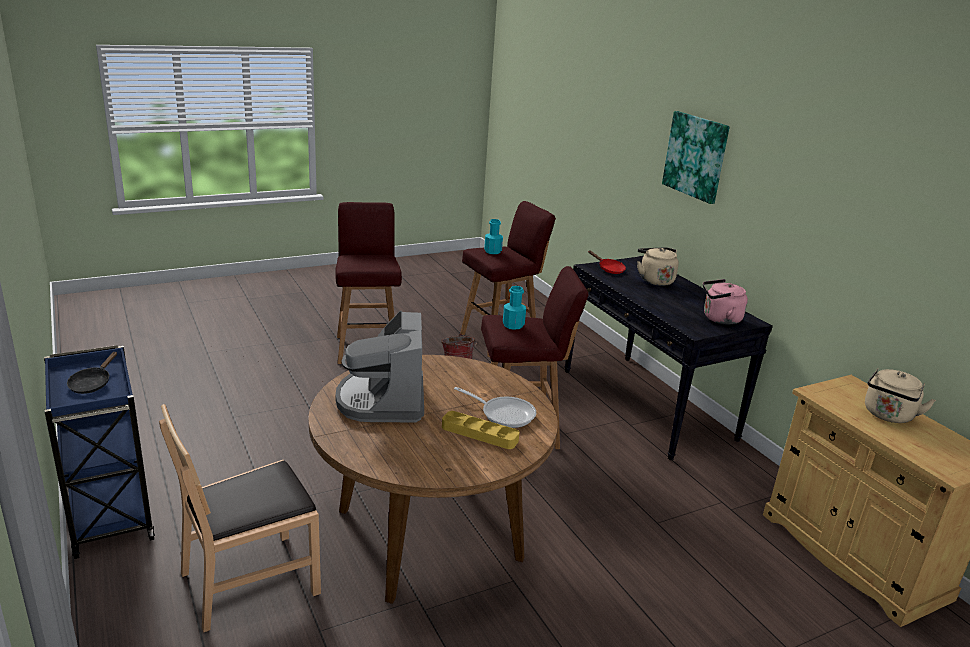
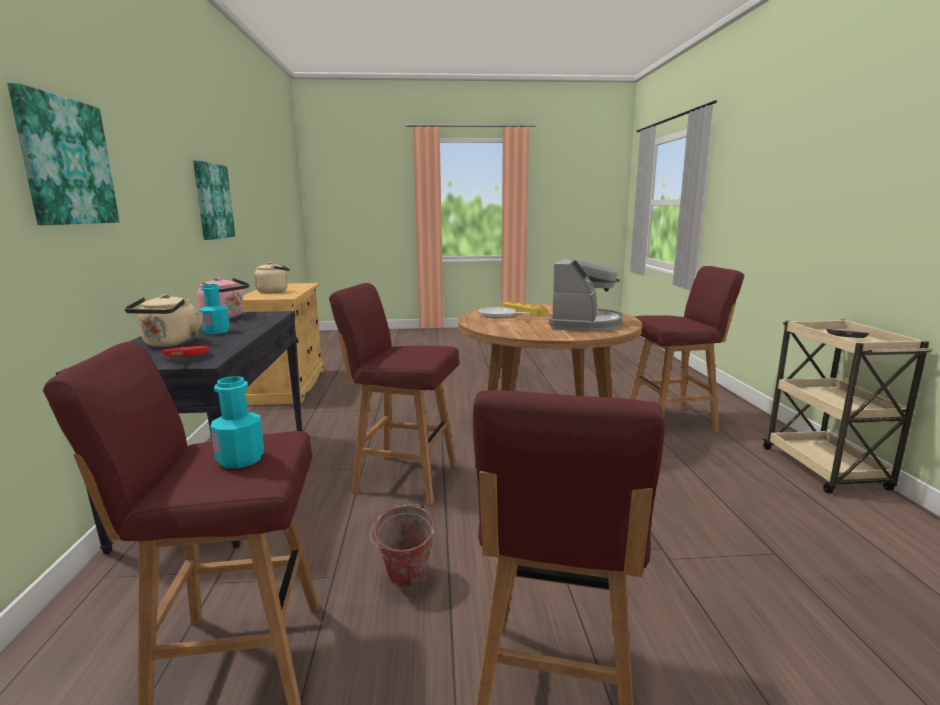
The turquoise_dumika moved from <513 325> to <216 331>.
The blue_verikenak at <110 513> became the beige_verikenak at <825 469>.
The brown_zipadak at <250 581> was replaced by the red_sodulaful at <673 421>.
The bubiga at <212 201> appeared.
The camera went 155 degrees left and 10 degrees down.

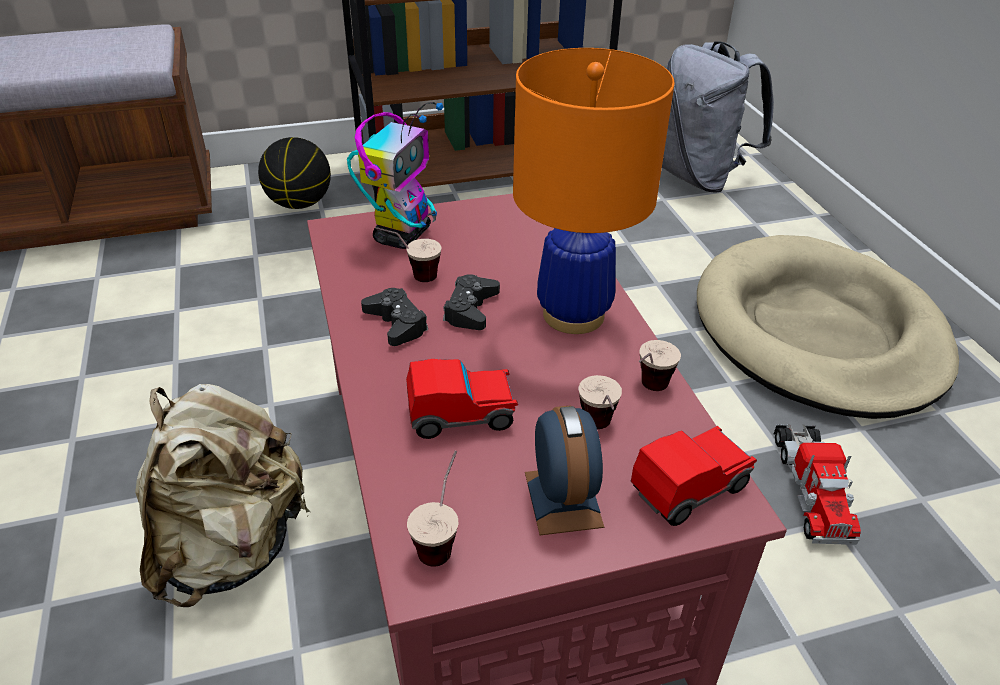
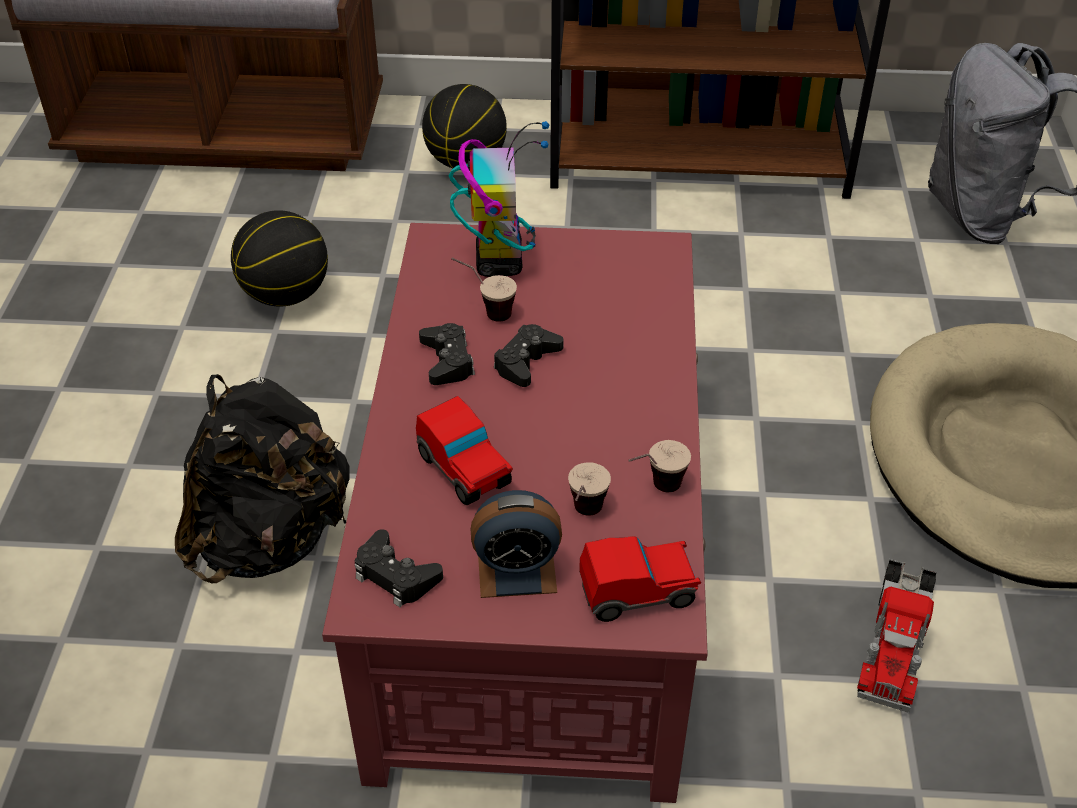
The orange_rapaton at <574 314> disappeared.
The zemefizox at <403 235> turned 45 degrees counterclockwise.
The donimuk at <461 416> turned 45 degrees clockwise.
The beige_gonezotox at <232 547> became the black_gonezotox at <270 538>.
The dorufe at <563 499> turned 75 degrees clockwise.
The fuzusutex at <442 537> was replaced by the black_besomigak at <396 575>.
The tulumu at <286 295> appeared.
The camera went 20 degrees right and 5 degrees up.

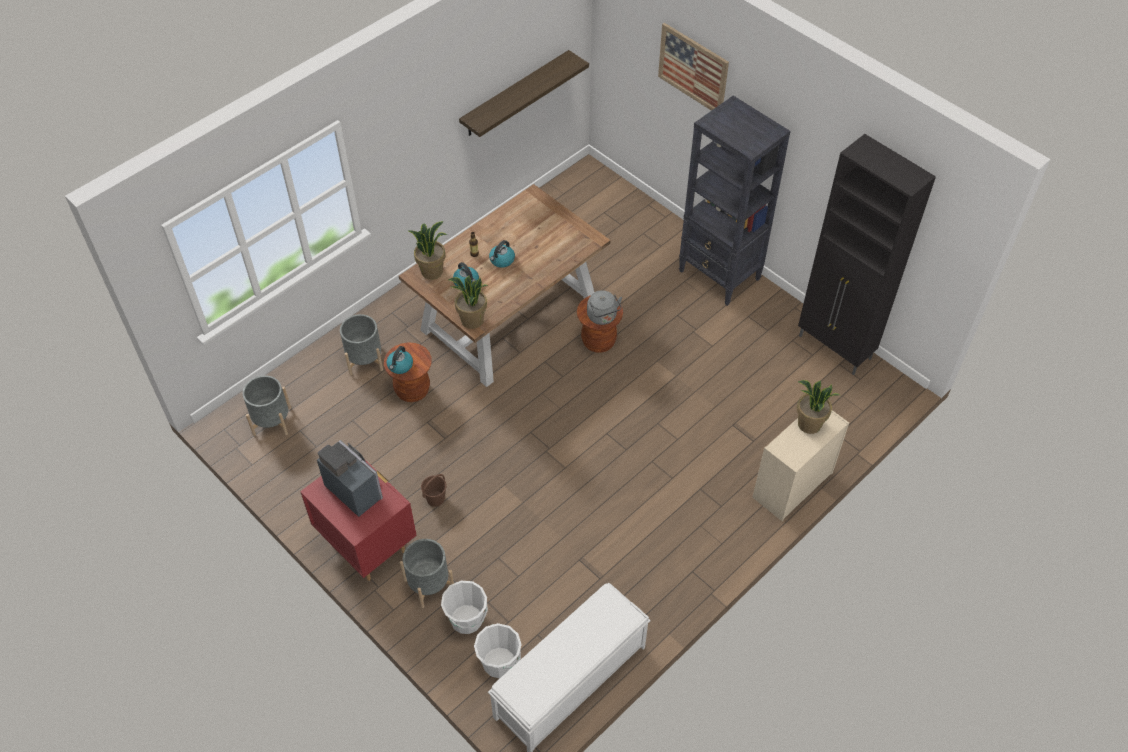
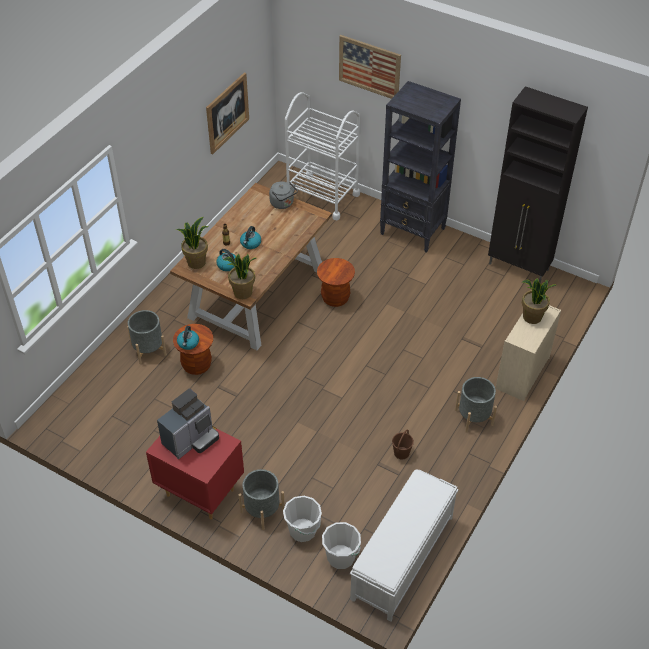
The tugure at <515 94> was replaced by the bubiga at <227 113>.
The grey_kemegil moved from <603 317> to <283 204>.
The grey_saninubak moved from <272 421> to <474 417>.
The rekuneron at <354 488> turned 105 degrees clockwise.
The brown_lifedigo moved from <436 498> to <401 453>.
The white_verikenak at <322 196> appeared.
The camera went 15 degrees left and 5 degrees down.

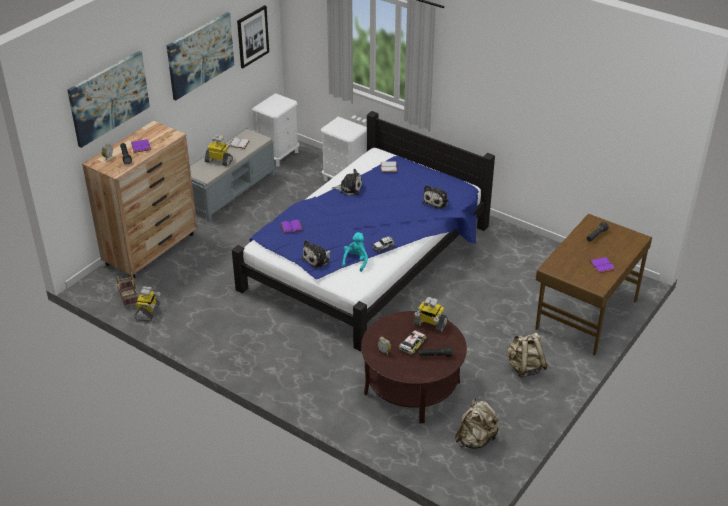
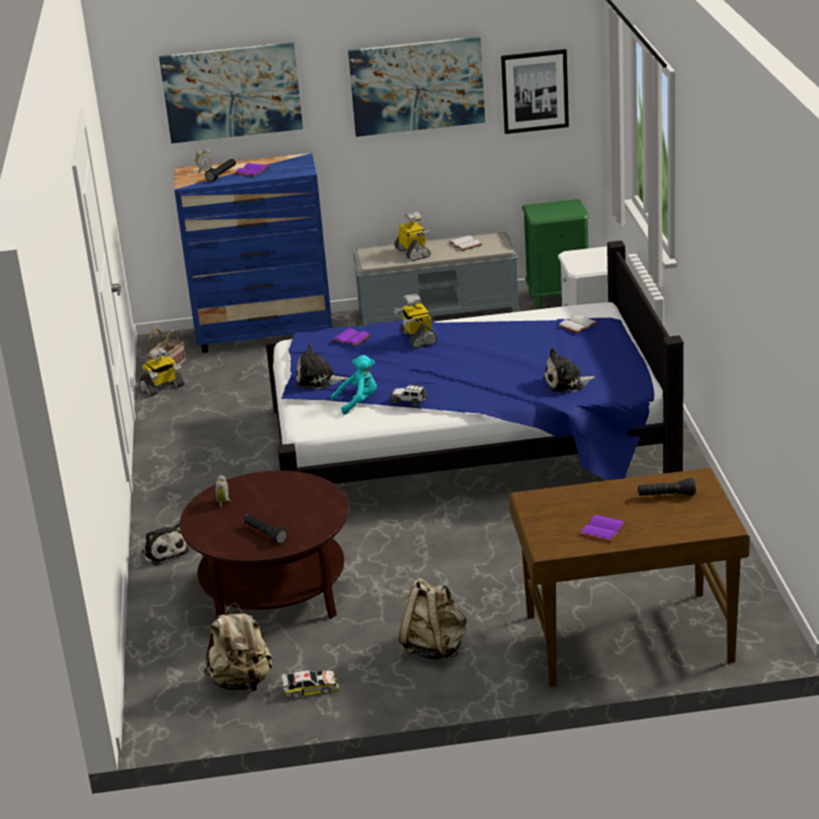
The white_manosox at <278 155> became the green_manosox at <559 297>.
The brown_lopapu at <151 249> became the blue_lopapu at <265 334>.
The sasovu moved from <349 188> to <164 552>.
The zemefizox moved from <430 324> to <417 338>.
The donimuk moved from <412 344> to <310 688>.
The camera went 50 degrees right and 10 degrees down.

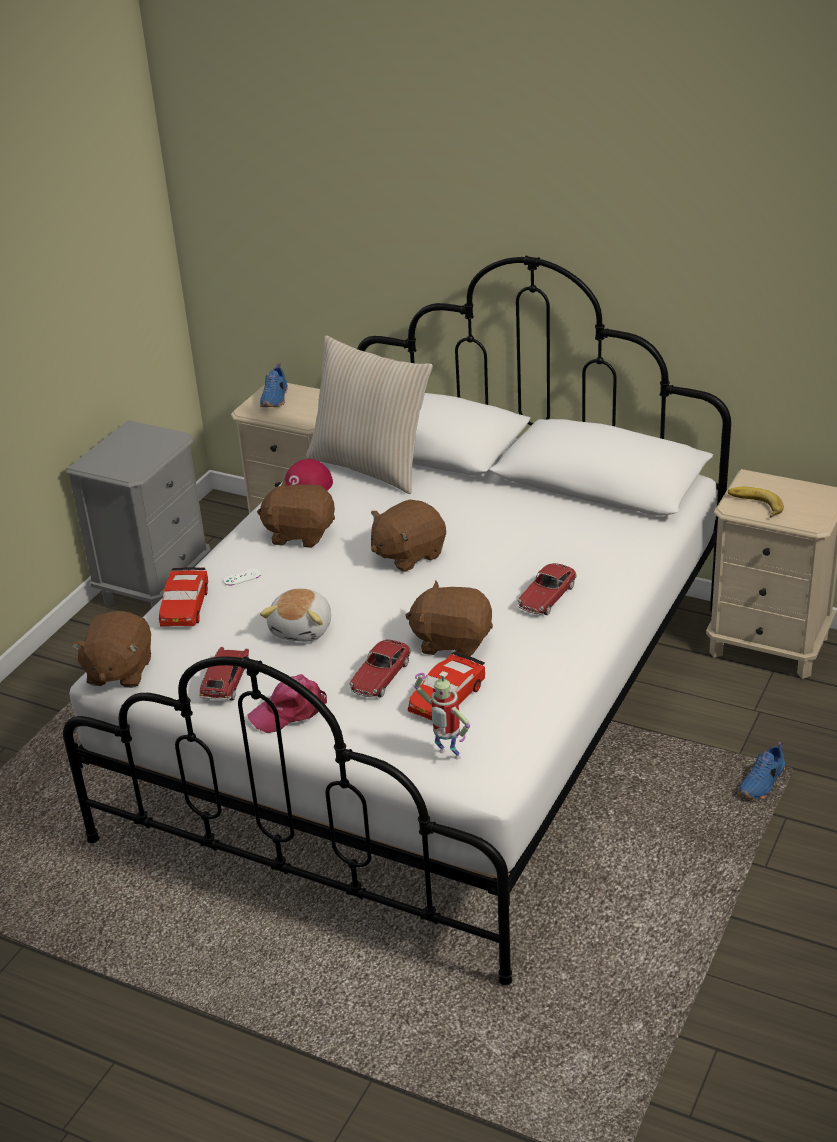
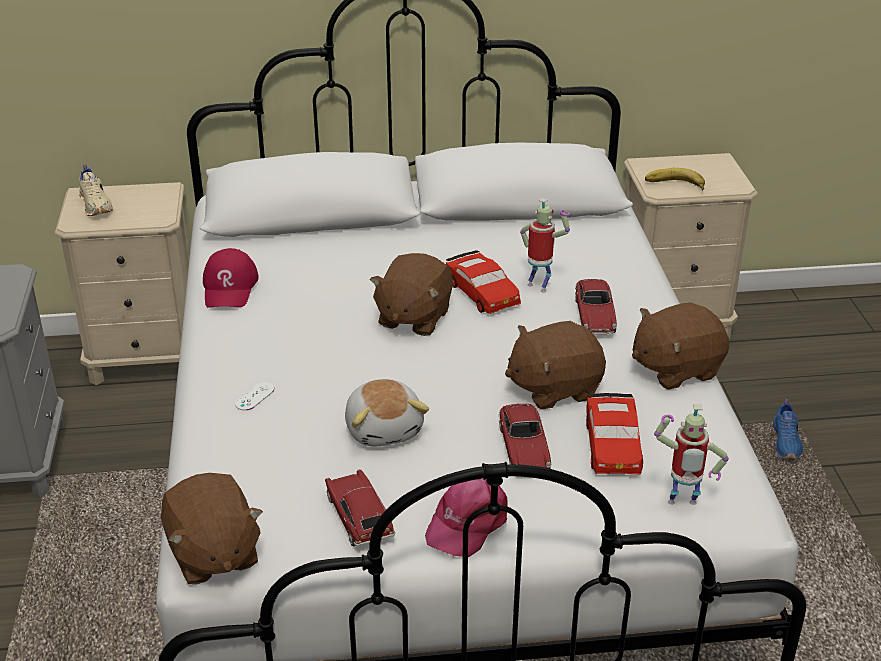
The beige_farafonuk at <371 466> disappeared.
The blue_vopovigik at <275 399> became the beige_vopovigik at <96 205>.
The brown_sasovu moved from <300 534> to <675 368>.
The red_donimuk moved from <184 606> to <482 292>.
The zemefizox at <539 286> appeared.
The camera went 35 degrees left and 0 degrees up.

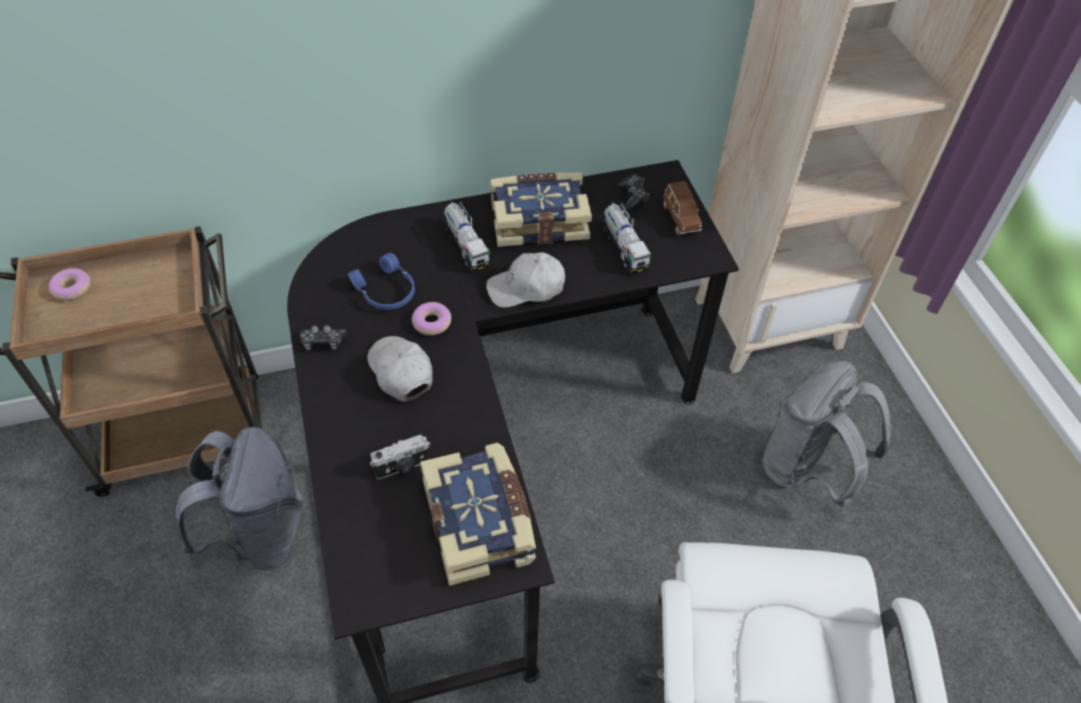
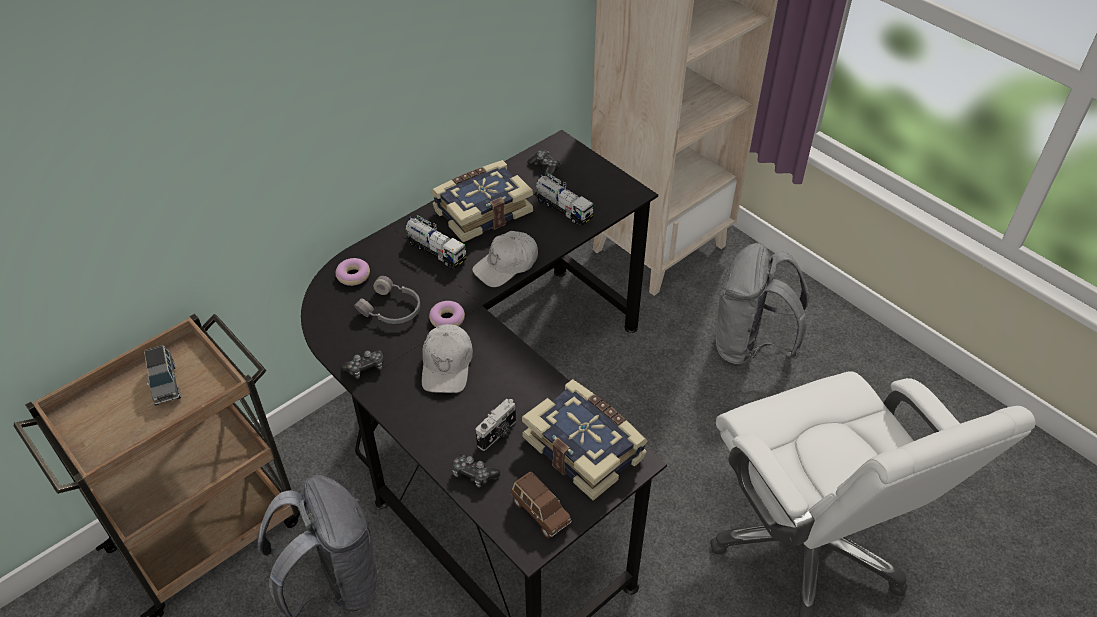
The brown_donimuk moved from <680 218> to <540 512>.
The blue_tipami at <385 291> became the grey_tipami at <391 310>.
The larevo moved from <72 288> to <353 275>.
The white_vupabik at <400 372> turned 120 degrees counterclockwise.
The grey_donimuk at <165 384> appeared.
The besomigak at <473 474> appeared.
The camera went 25 degrees left and 5 degrees down.

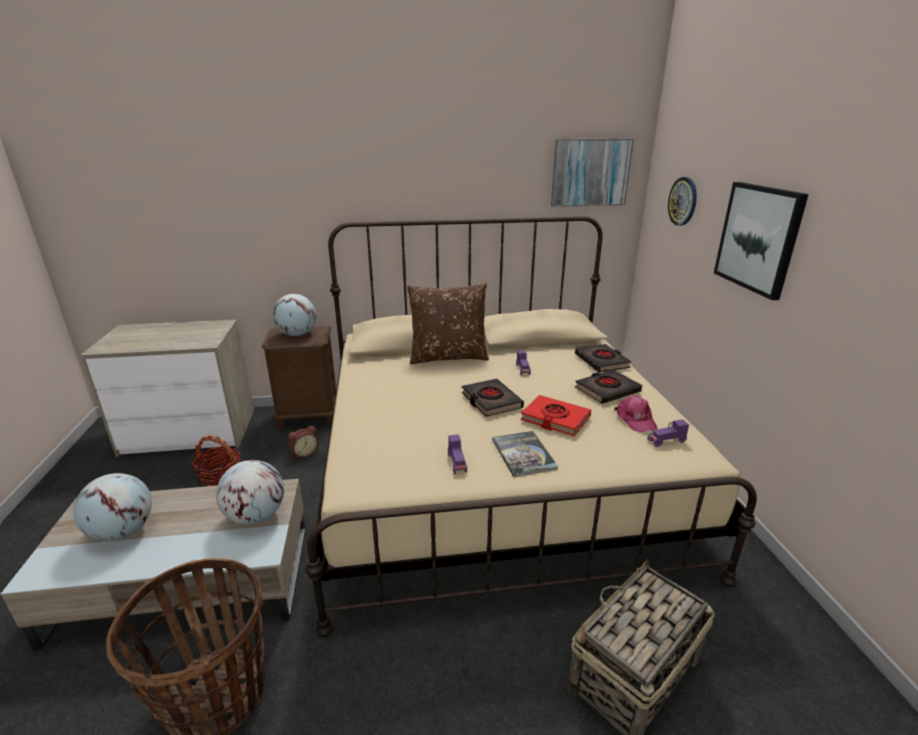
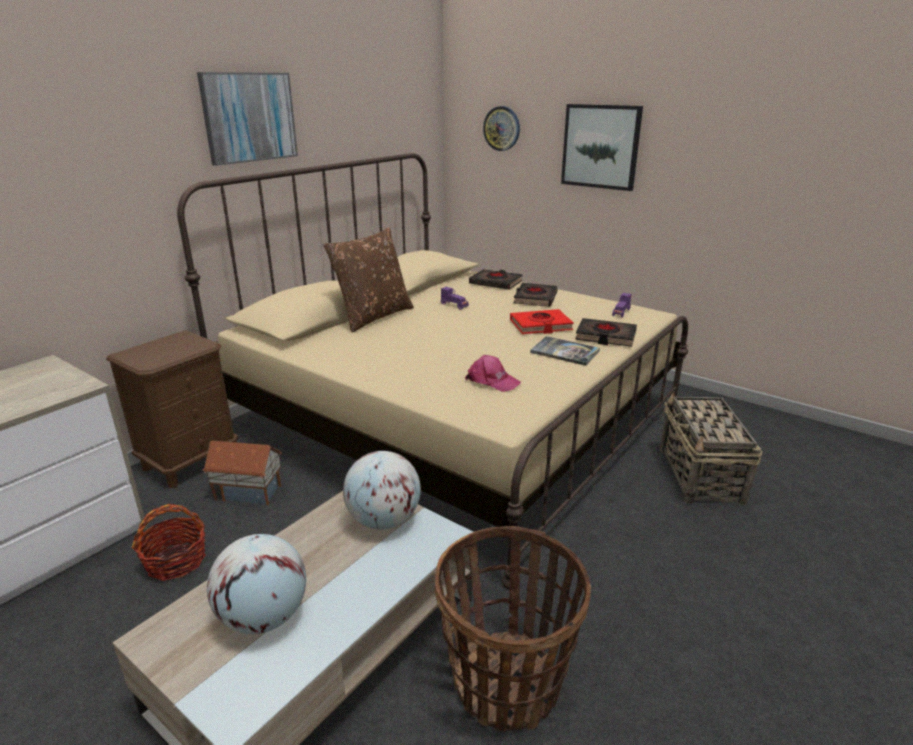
The bubiga moved from <590 172> to <249 117>.
The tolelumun at <297 334> disappeared.
The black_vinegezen moved from <491 401> to <605 336>.
The pink_vupabik moved from <635 419> to <492 381>.
The dorufe at <304 453> was replaced by the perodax at <248 491>.
The purple_donimuk at <457 463> disappeared.
The camera went 45 degrees left and 0 degrees up.

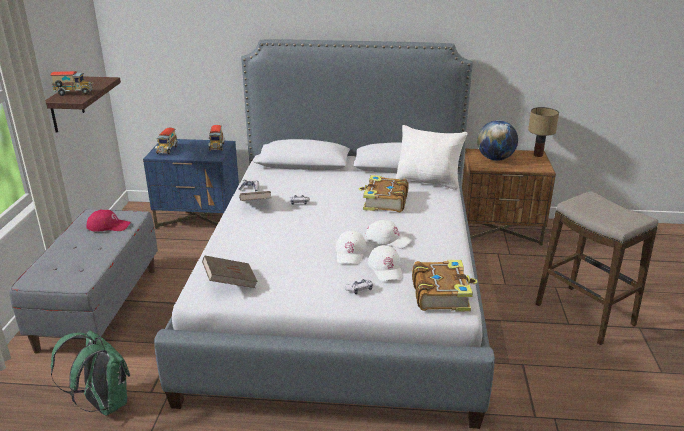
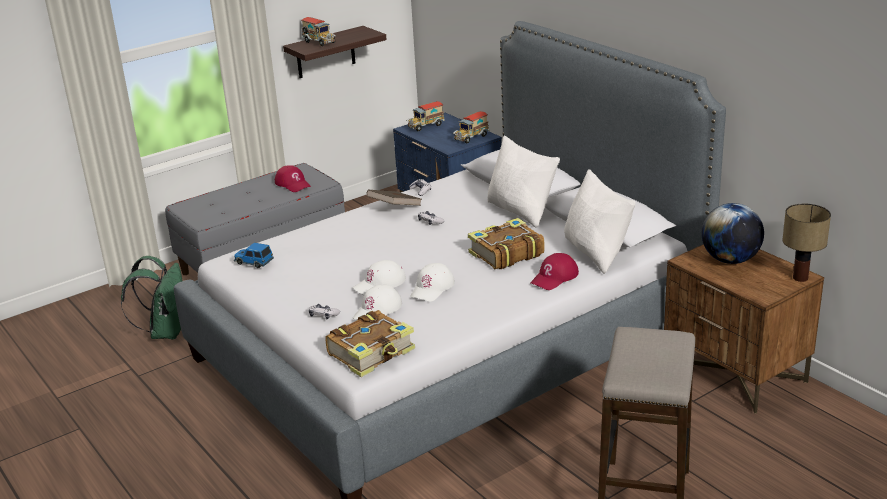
The white_vupabik at <388 239> turned 45 degrees clockwise.
The brown_vinegezen at <230 282> was replaced by the donimuk at <253 262>.
The white_farafonuk at <521 211> appeared.
The red_vupabik at <554 277> appeared.
The camera went 50 degrees right and 0 degrees up.

